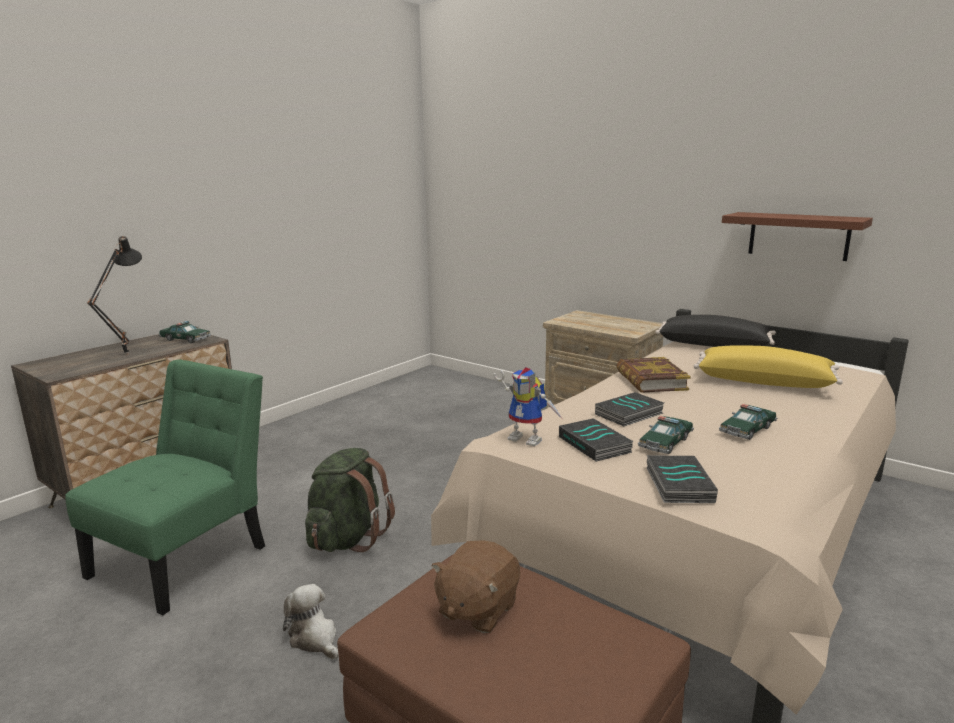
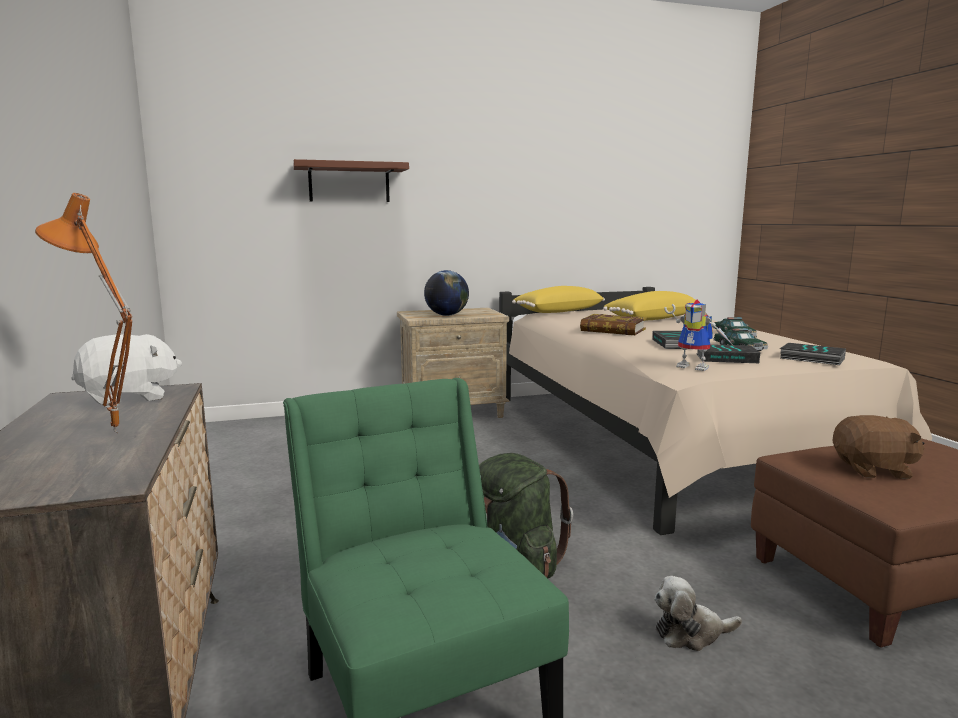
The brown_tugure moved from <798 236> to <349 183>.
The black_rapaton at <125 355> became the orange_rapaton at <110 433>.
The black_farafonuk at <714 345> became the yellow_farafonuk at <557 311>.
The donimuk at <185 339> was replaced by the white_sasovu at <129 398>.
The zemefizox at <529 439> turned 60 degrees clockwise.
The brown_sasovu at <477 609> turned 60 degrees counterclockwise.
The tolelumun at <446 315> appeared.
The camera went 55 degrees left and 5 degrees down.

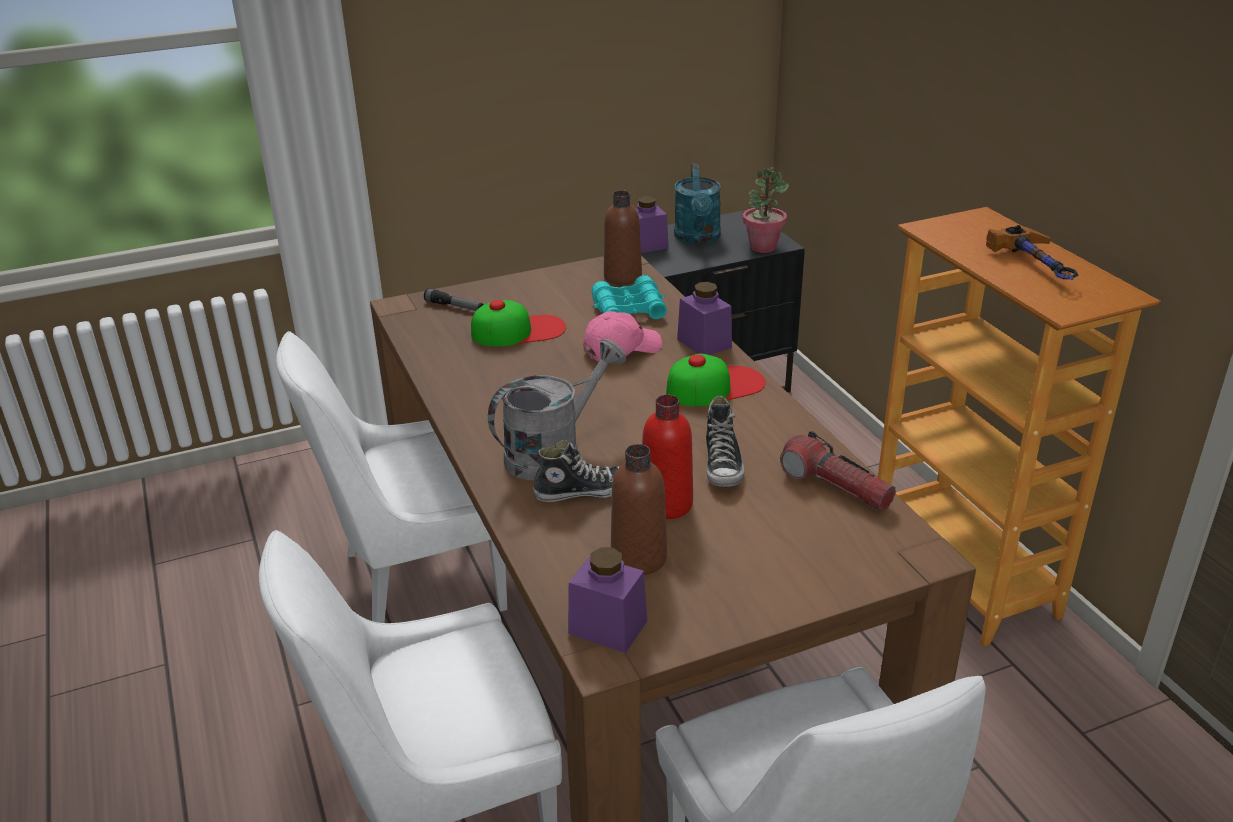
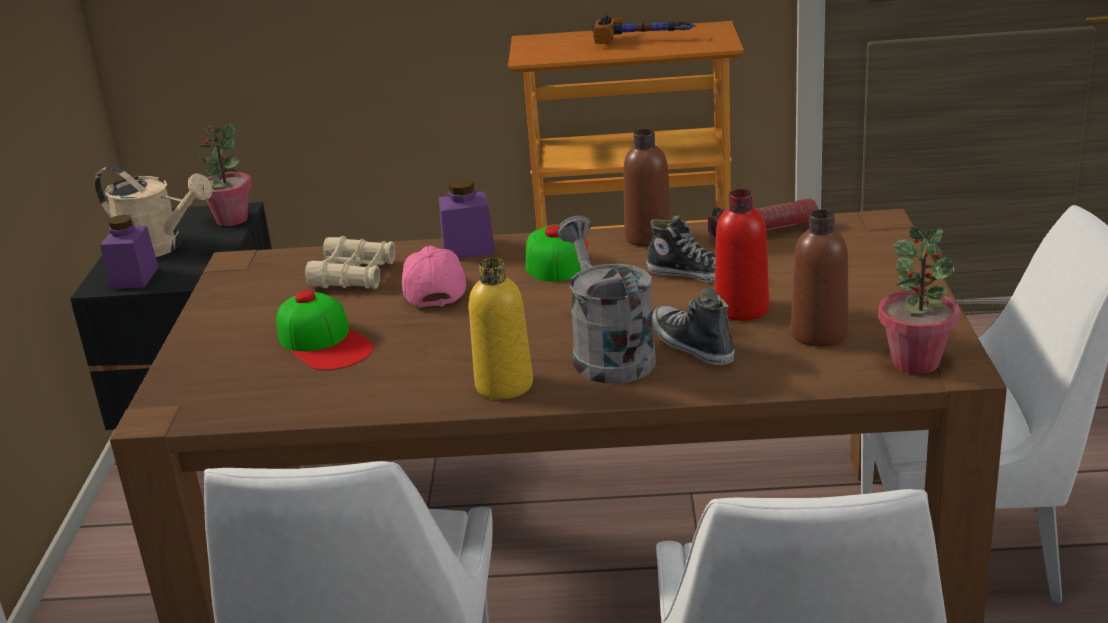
The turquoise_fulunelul at <698 238> became the beige_fulunelul at <161 248>.
The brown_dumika moved from <622 277> to <648 237>.
The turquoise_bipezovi at <629 310> became the beige_bipezovi at <353 275>.
The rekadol at <455 307> disappeared.
The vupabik at <519 331> turned 135 degrees clockwise.
The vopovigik at <586 490> turned 45 degrees counterclockwise.
The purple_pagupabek at <608 627> was replaced by the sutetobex at <915 362>.
The yellow_dumika at <504 385> appeared.
The camera went 65 degrees left and 5 degrees down.

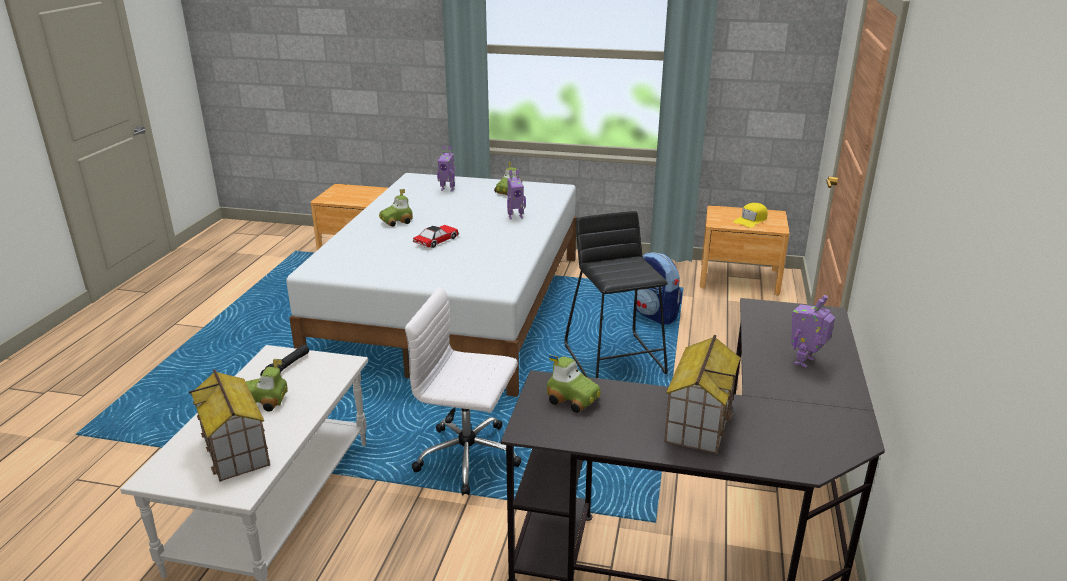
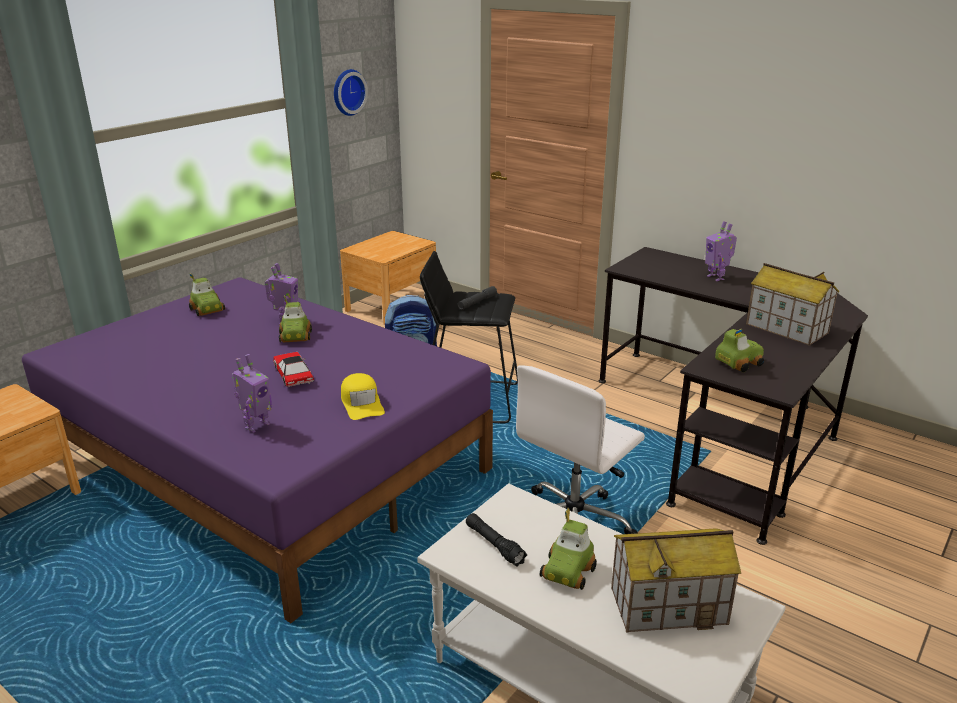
The zemefizox moved from <448 189> to <256 425>.
The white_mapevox at <455 307> became the purple_mapevox at <268 463>.
The donimuk moved from <396 222> to <296 336>.
The yellow_vupabik moved from <751 220> to <362 403>.
The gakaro at <347 92> appeared.
The grey_rekadol at <477 302> appeared.
The camera went 65 degrees left and 0 degrees up.

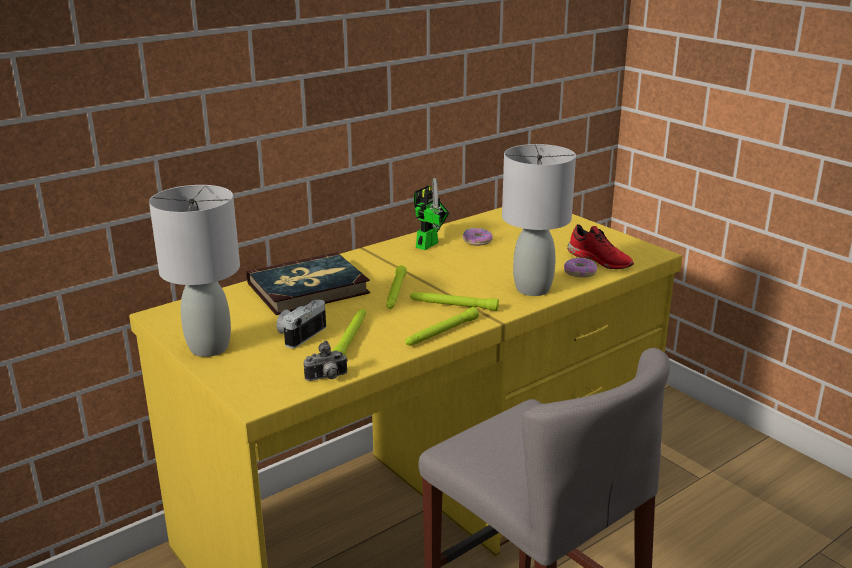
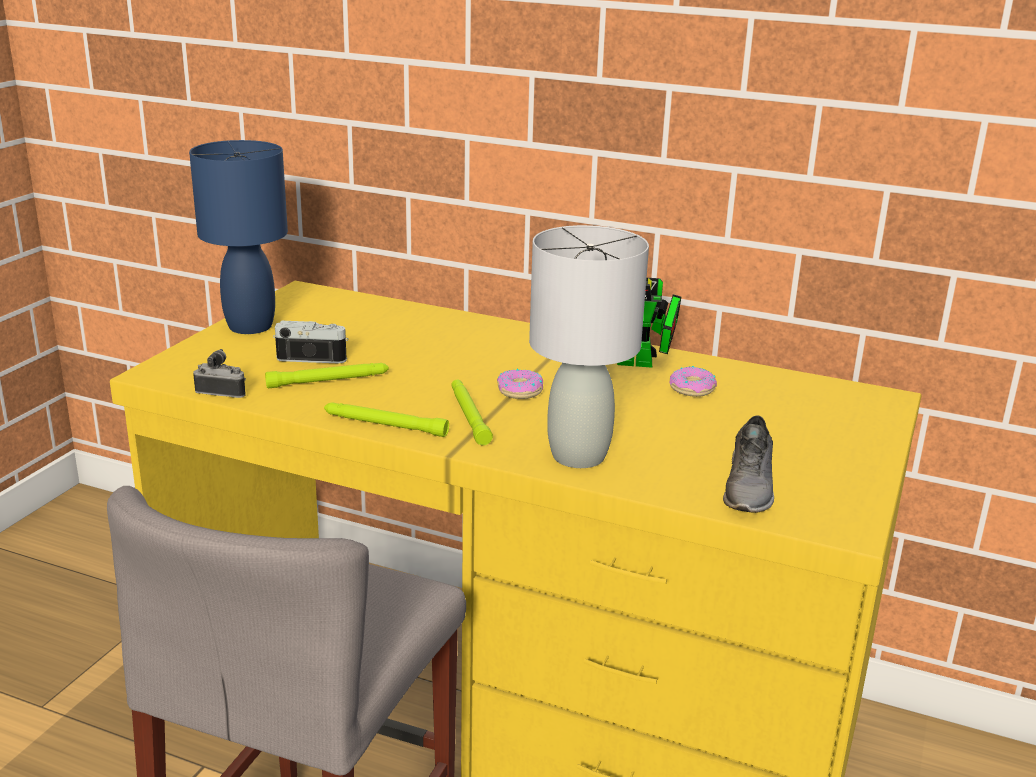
The grey_rapaton at <209 348> became the blue_rapaton at <249 327>.
The red_vopovigik at <600 260> became the grey_vopovigik at <750 488>.
The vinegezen at <308 288> disappeared.
The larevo moved from <579 272> to <519 391>.
The green_rekadol at <395 293> disappeared.
The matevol at <327 378> turned 150 degrees clockwise.
The camera went 60 degrees right and 0 degrees up.

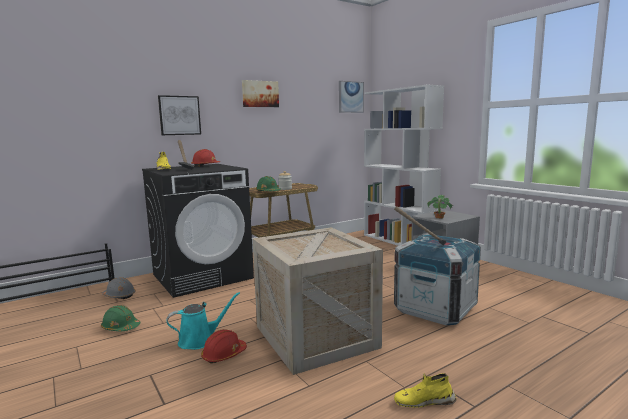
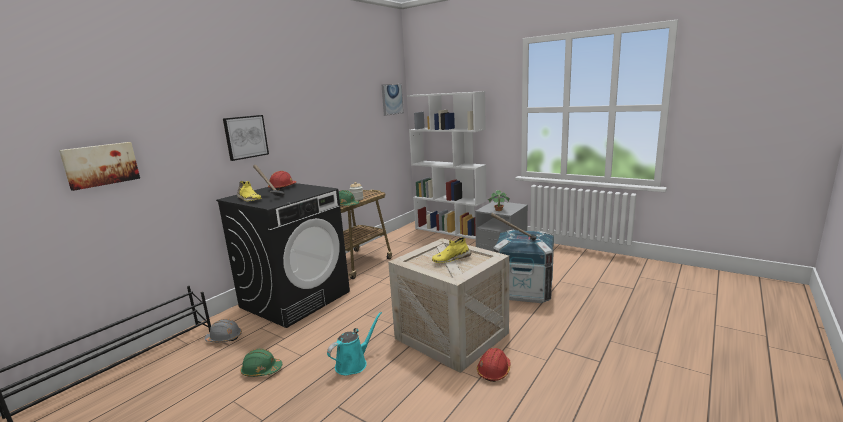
The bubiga moved from <260 94> to <101 165>.
The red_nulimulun moved from <224 355> to <494 371>.
The yellow_vopovigik moved from <424 401> to <451 259>.
The camera went 20 degrees left and 5 degrees up.

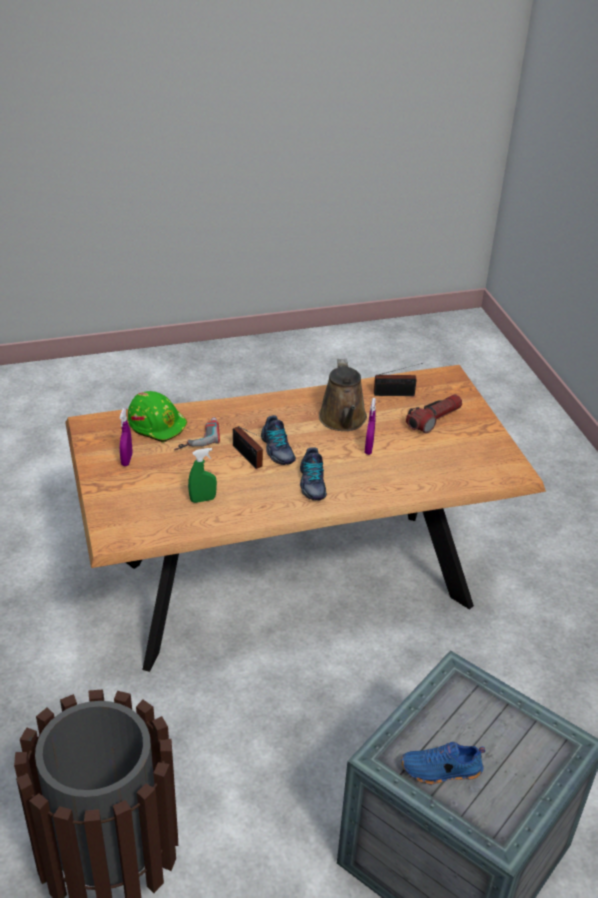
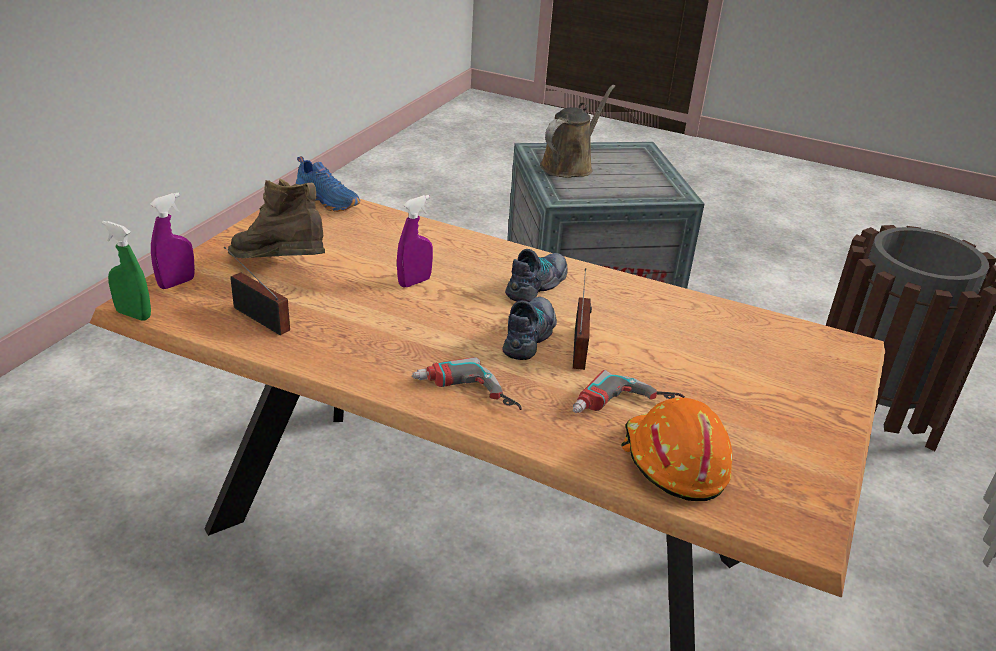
The brown_fulunelul moved from <343 420> to <569 165>.
The green_nulimulun at <157 424> became the orange_nulimulun at <672 462>.
The rekadol at <434 420> was replaced by the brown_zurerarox at <281 270>.
The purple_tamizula moved from <127 460> to <177 283>.
The green_tamizula moved from <203 499> to <133 315>.
The blue_vopovigik moved from <441 771> to <328 201>.
The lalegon at <464 396> appeared.
The camera went 140 degrees left and 5 degrees down.

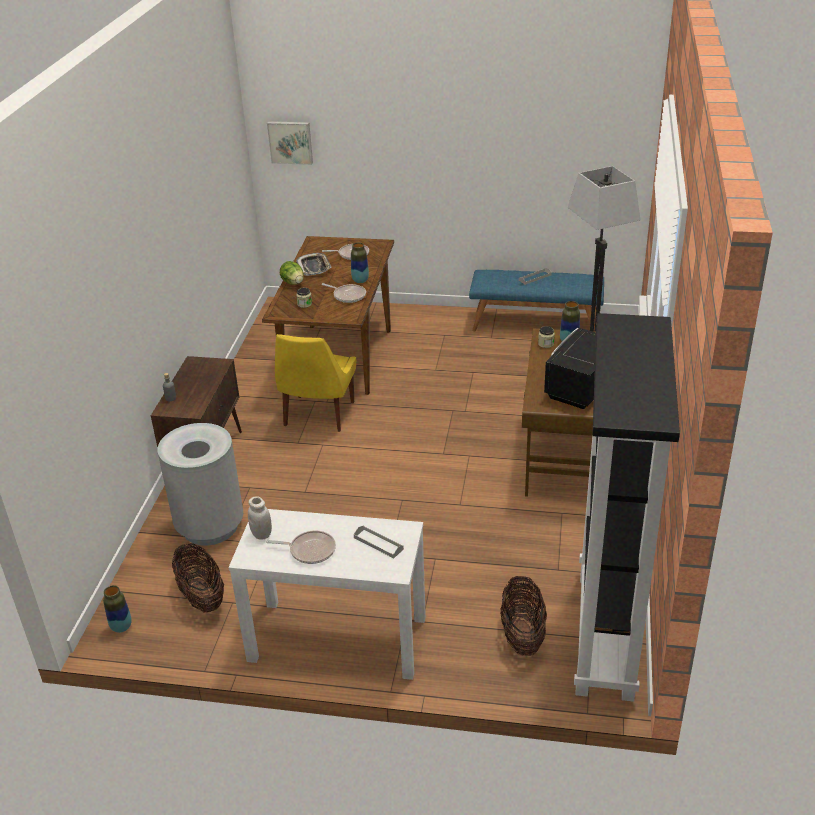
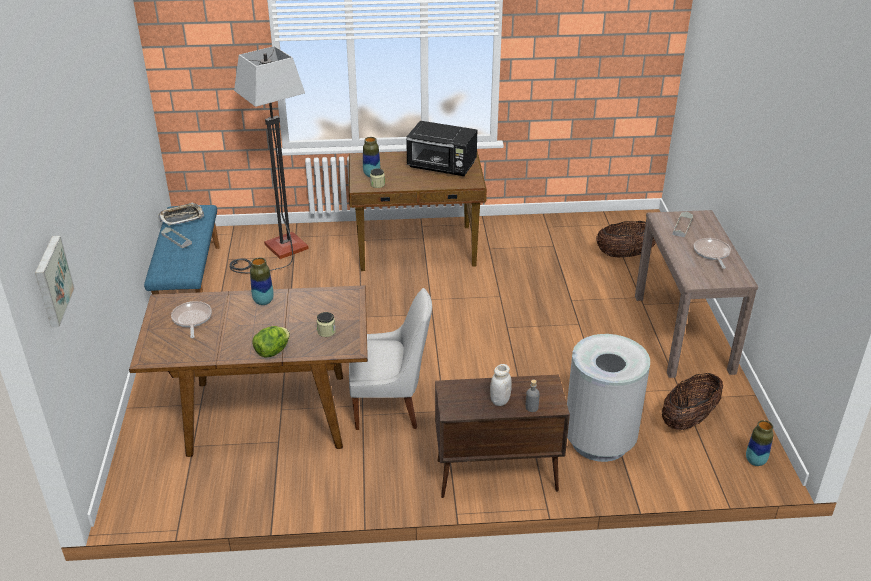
The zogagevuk moved from <314 267> to <181 217>.
The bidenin at <348 295> disappeared.
The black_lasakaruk at <607 634> disappeared.
The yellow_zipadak at <318 415> became the white_zipadak at <390 406>.
The white_pagupabek moved from <261 534> to <500 401>.
The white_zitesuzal at <337 639> became the brown_zitesuzal at <683 333>.
The camera went 105 degrees left and 0 degrees up.

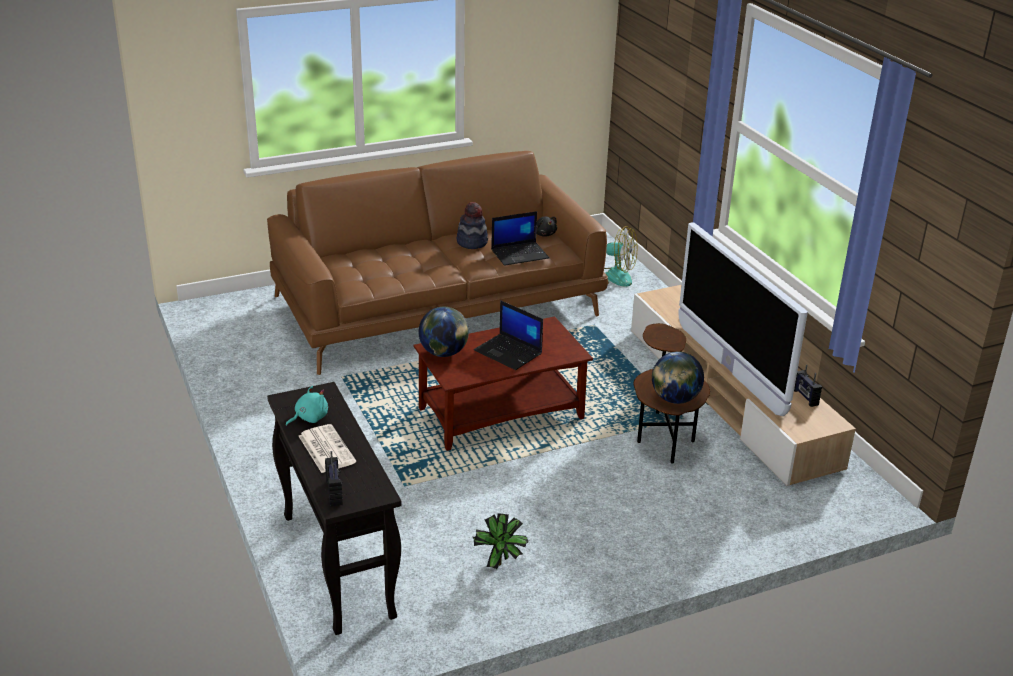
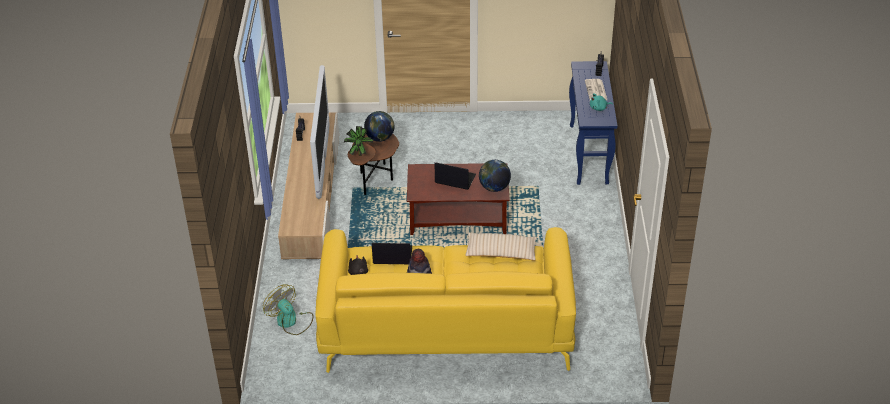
The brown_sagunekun at <439 306> became the yellow_sagunekun at <445 324>.
The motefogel at <509 352> turned 45 degrees counterclockwise.
The black_zitesuzal at <336 564> became the blue_zitesuzal at <589 154>.
The sutetobex moved from <501 566> to <359 153>.
The beige_farafonuk at <501 252> appeared.
The camera went 155 degrees left and 10 degrees up.

